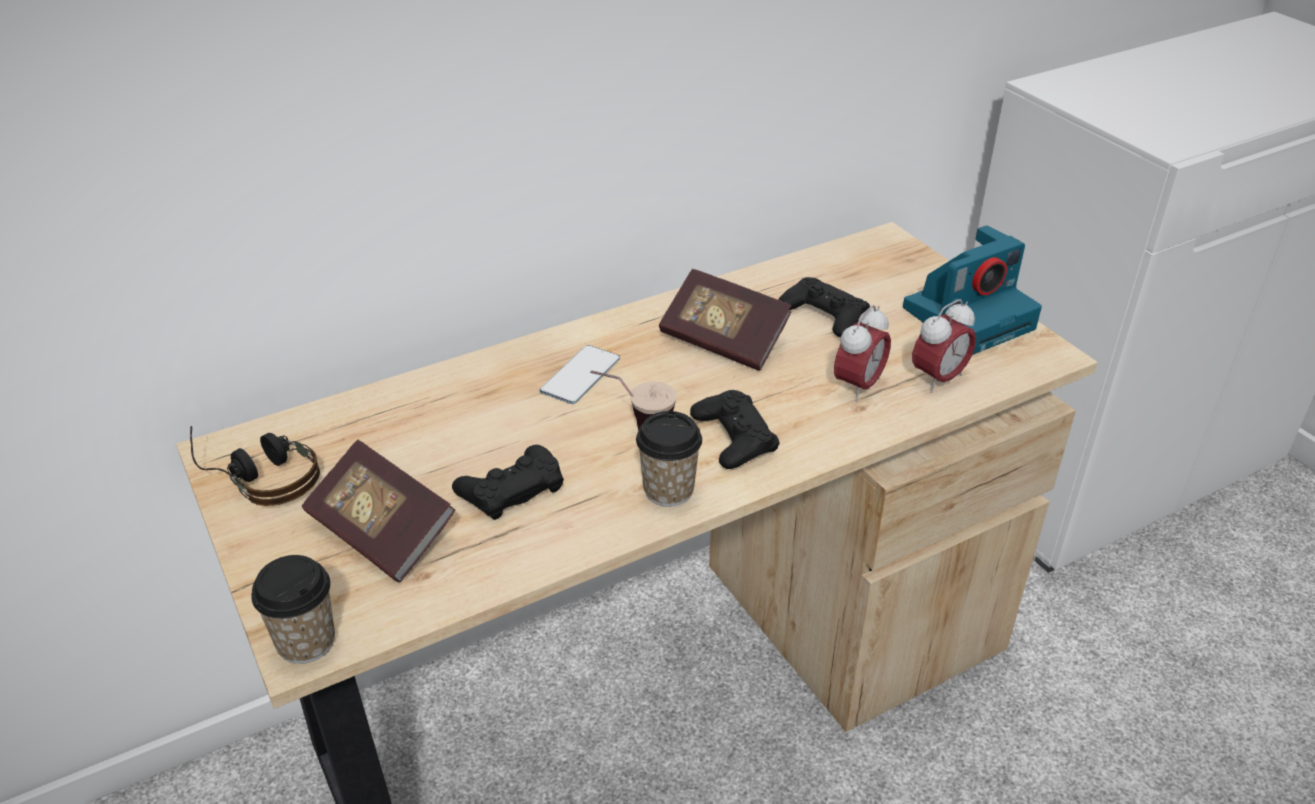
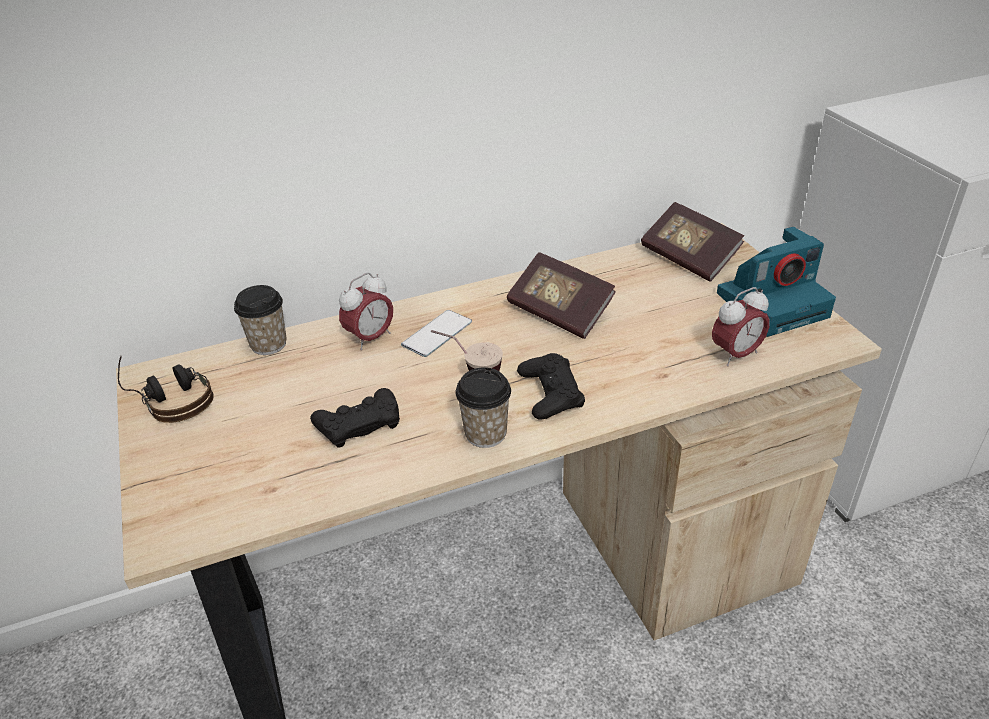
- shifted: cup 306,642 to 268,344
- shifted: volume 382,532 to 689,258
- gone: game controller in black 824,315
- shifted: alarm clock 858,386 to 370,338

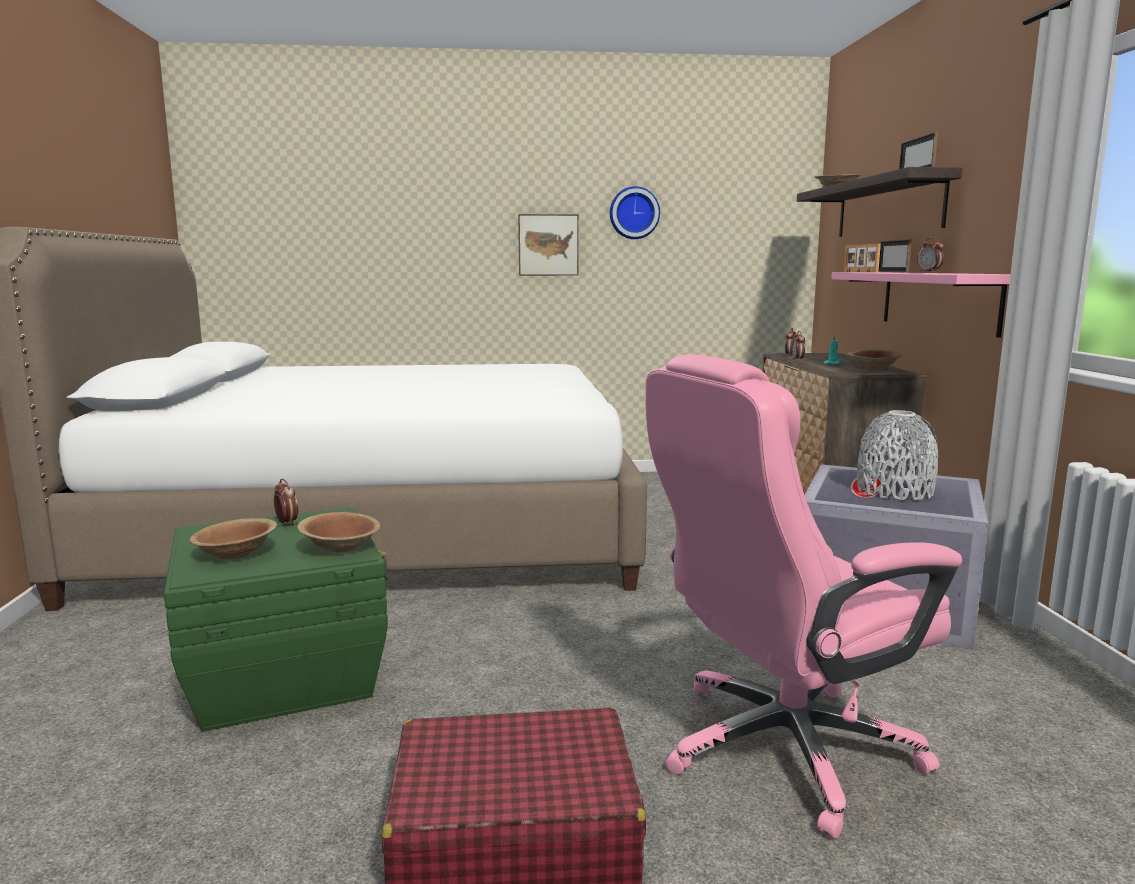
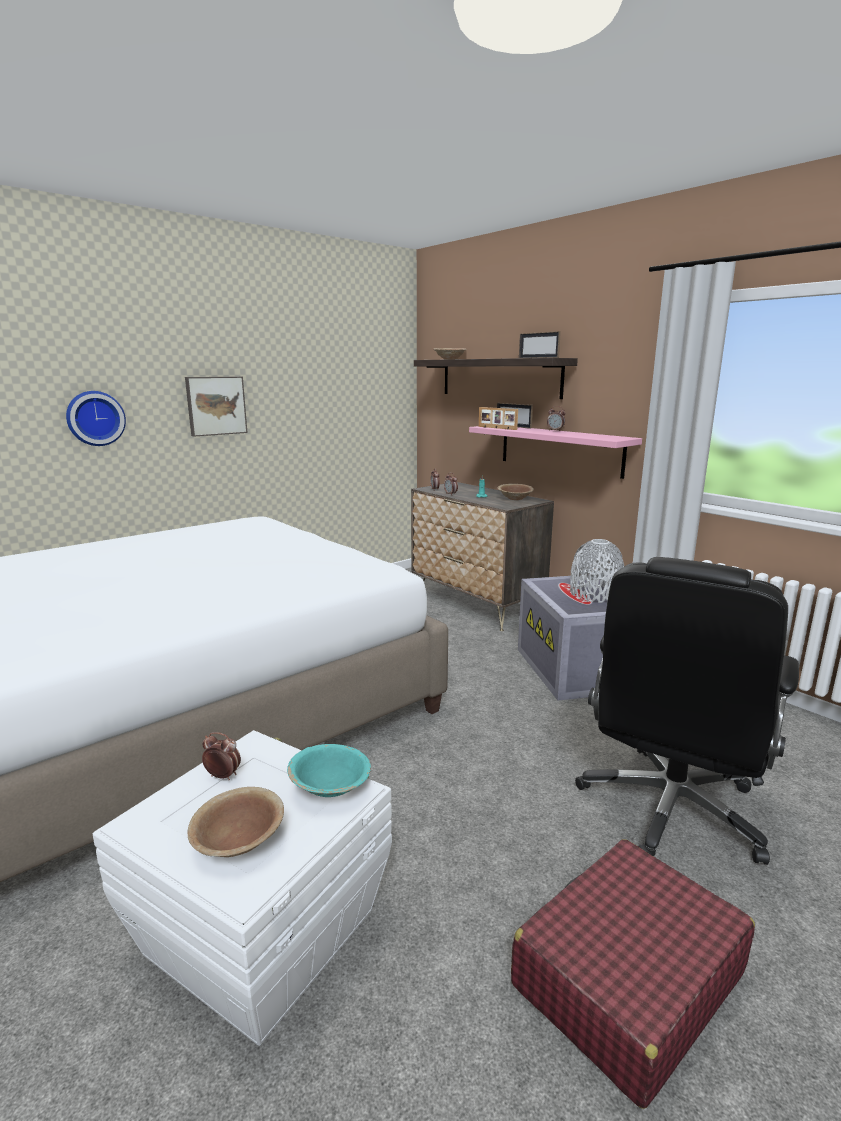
- repainted: storage box in greenish 286,675 to storage box in white 261,929
- repainted: deep dish in brown-coloured 341,547 to deep dish in blue-green 330,787
- shifted: hanging clock 634,213 to 95,418
- repainted: office chair in pink 782,749 to office chair in black 670,810

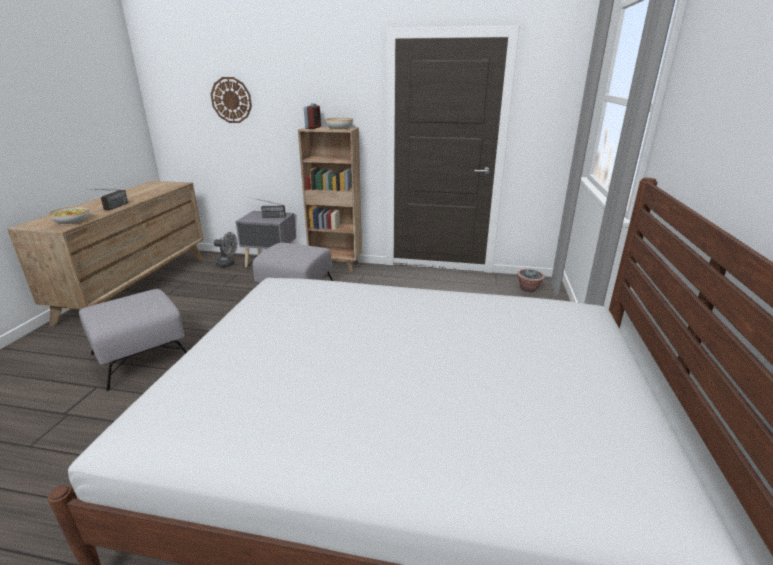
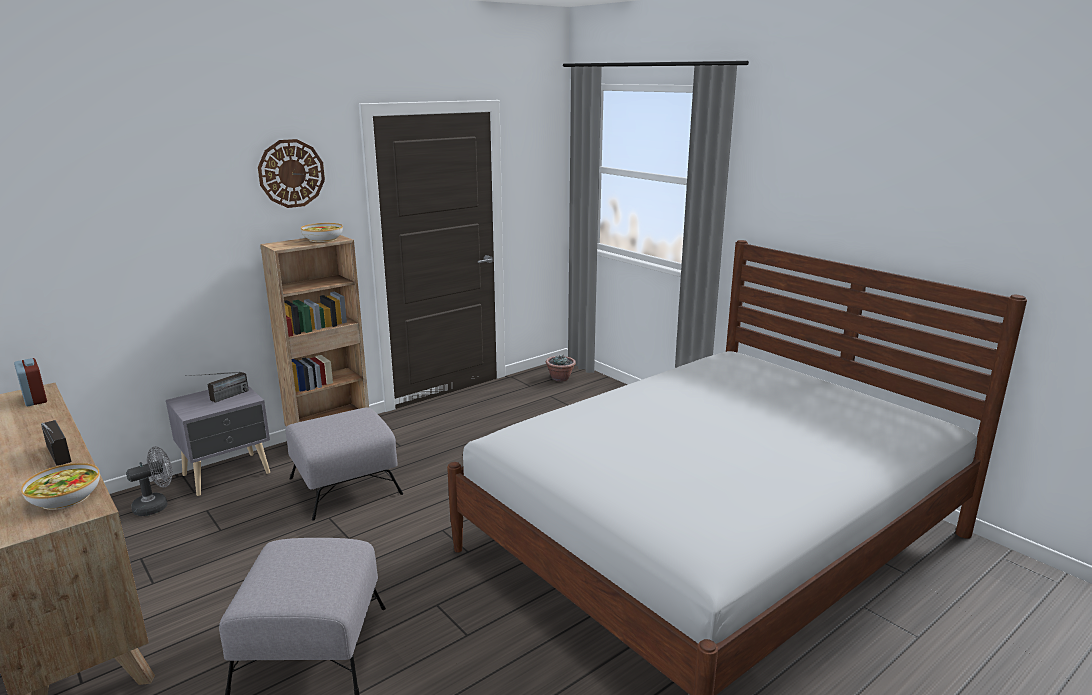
- shifted: hanging clock 231,100 to 291,173
- shifted: alarm clock 313,128 to 35,399

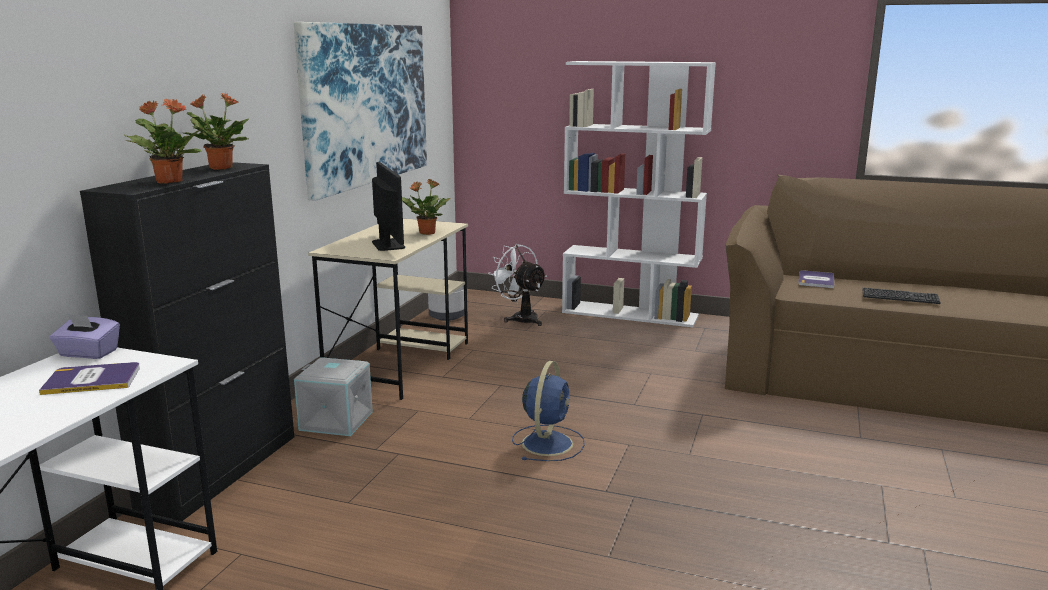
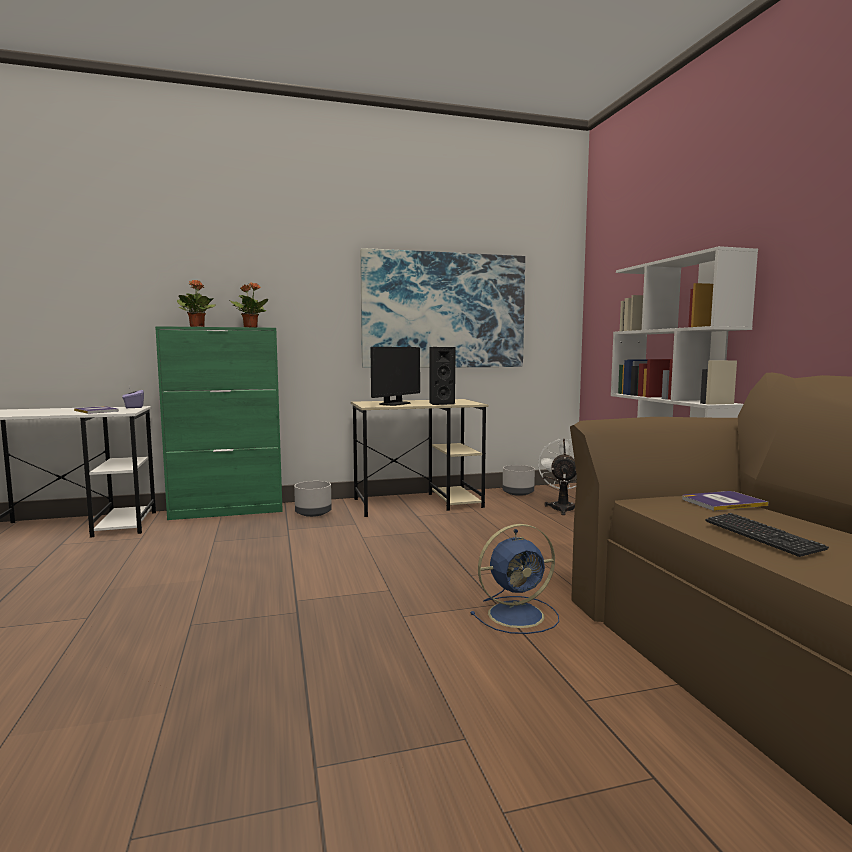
- repainted: cabinet in black 221,470 to cabinet in greenish 228,511
- swapped: storage box in gray 335,421 to planter in gray 313,513
- swapped: plant in a pot 426,233 to speaker in black 440,403
- shifted: electric fan in blue-coloured 548,442 to 518,614

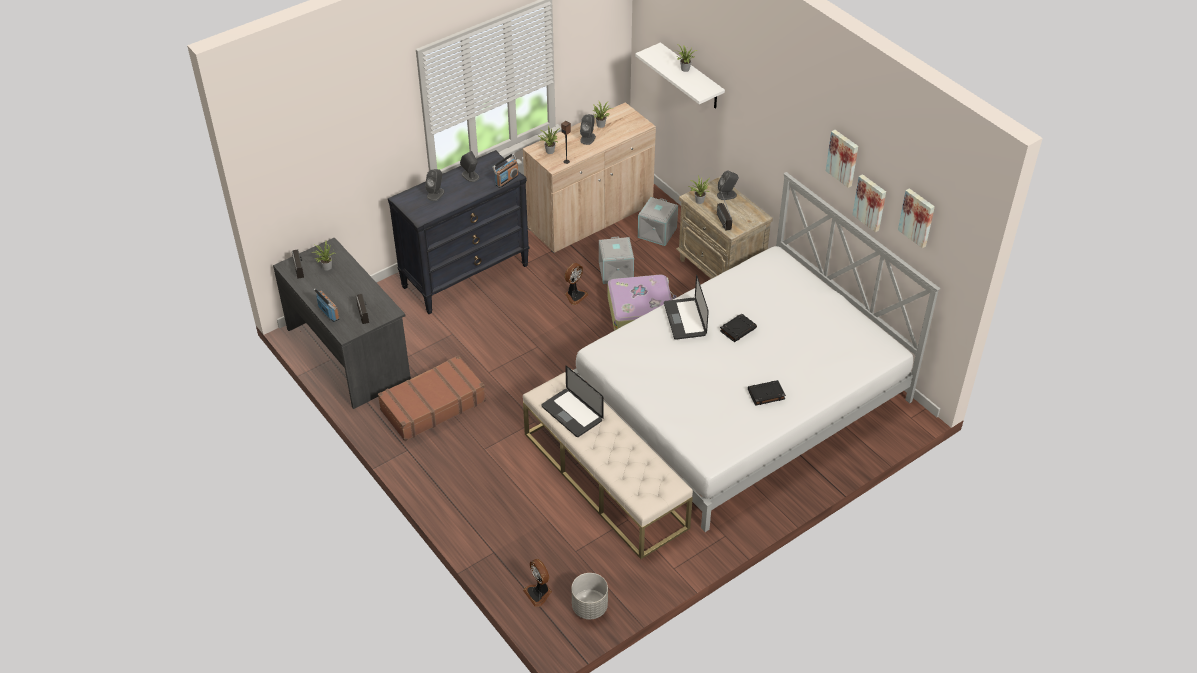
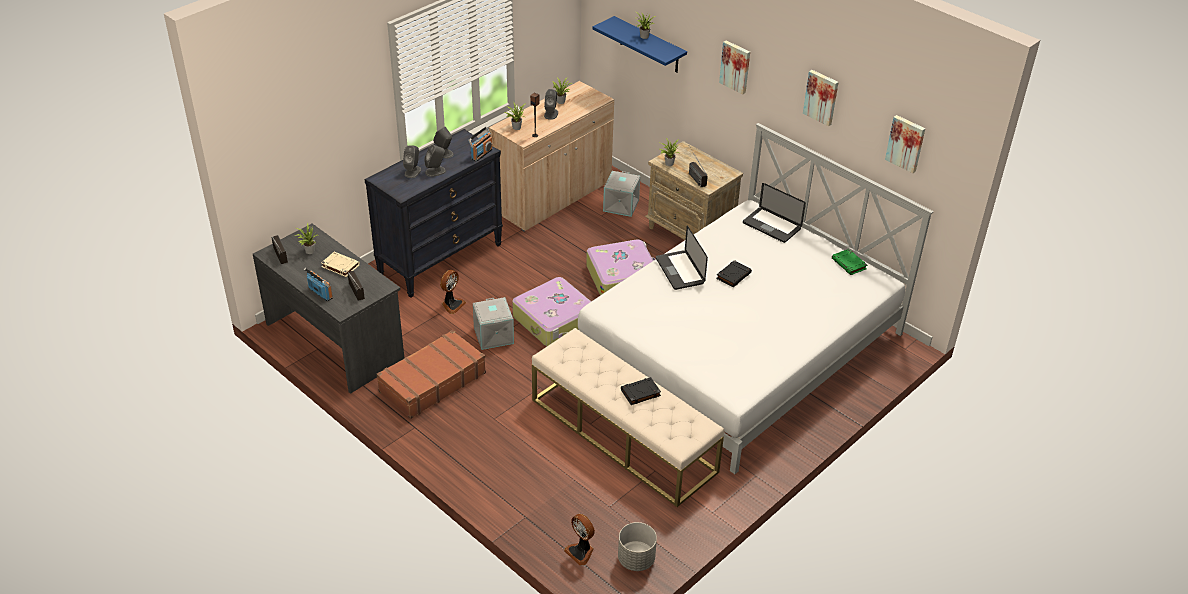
- shifted: notebook computer 572,413 to 771,226
- shifted: electric fan 575,295 to 452,304
- shifted: storage box in gray 615,271 to 493,335
- repainted: shelf in white 691,77 to shelf in blue-coloured 649,45
- shifted: speaker in gray 727,195 to 435,171
- shifted: volume in black 766,394 to 640,393
- shifted: wall art 870,202 to 735,66
- new: volume in beige-coloured 340,266
- new: piece of luggage 555,320
- new: volume in greenish 849,264

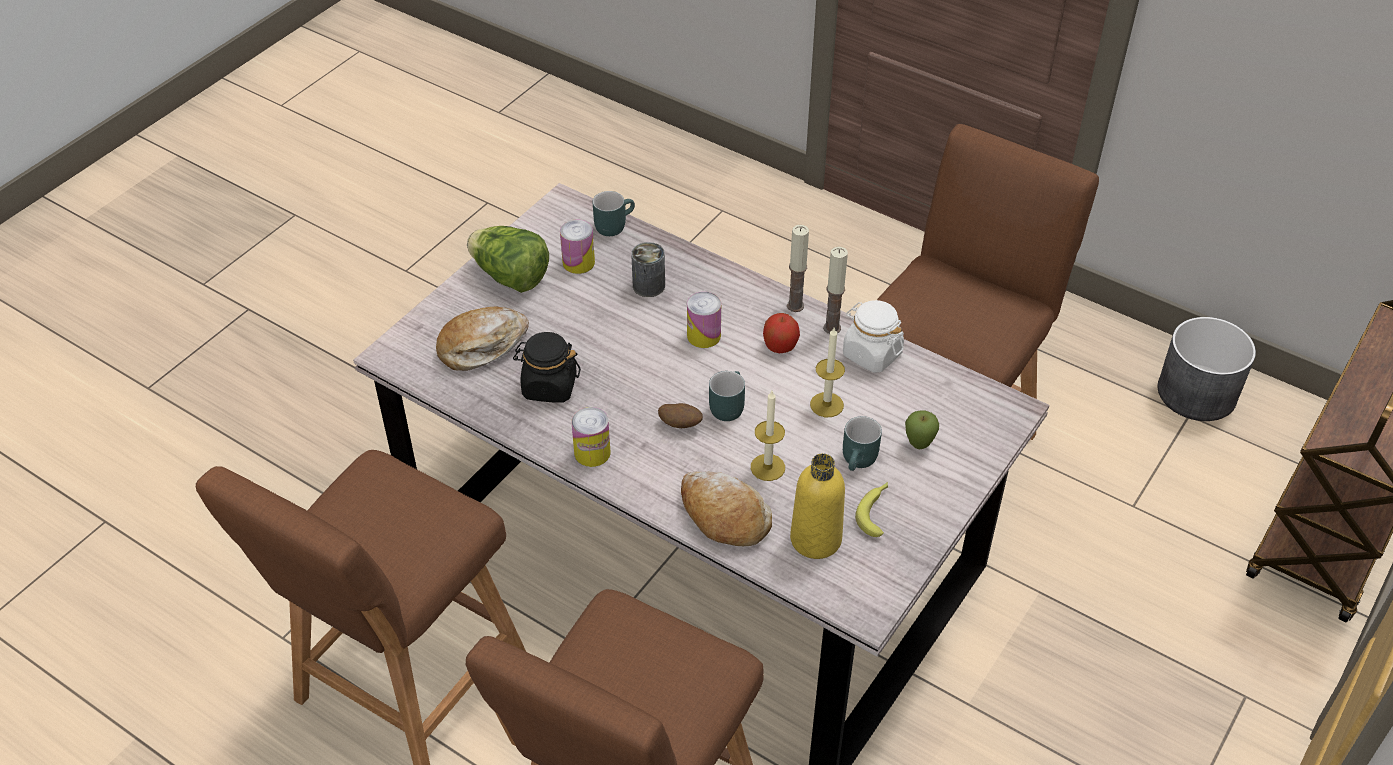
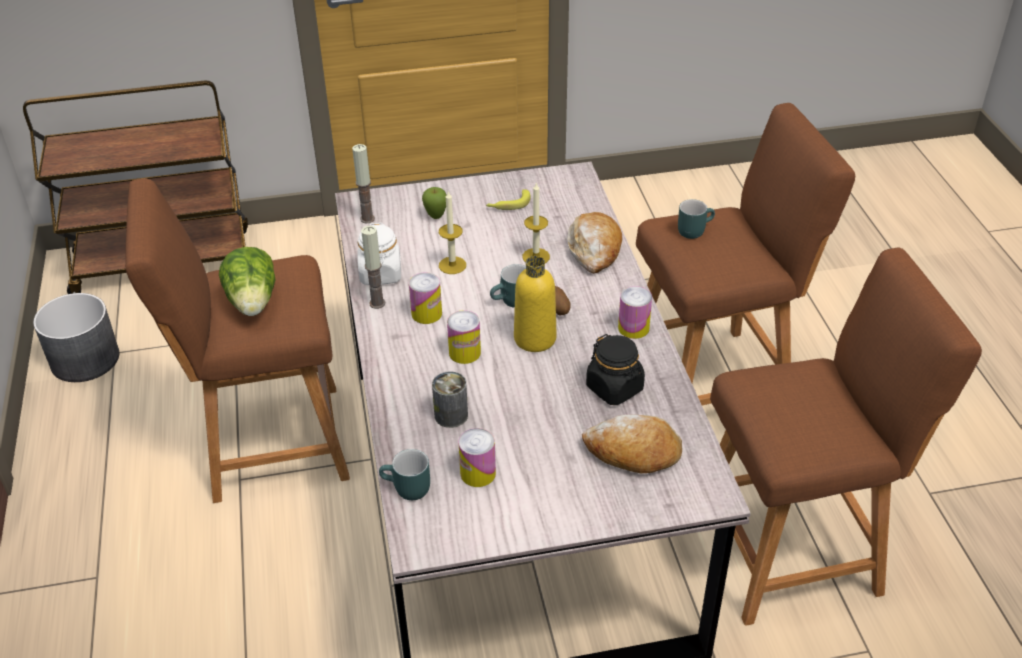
- shifted: lettuce head 510,277 to 253,302
- swapped: apple fruit 780,346 to sealed can 426,313
- shifted: wax light 795,306 to 367,219
- shifted: drink bottle in yellow-coloured 815,539 to 535,338
- shifted: tea mug in blue-green 860,461 to 693,229

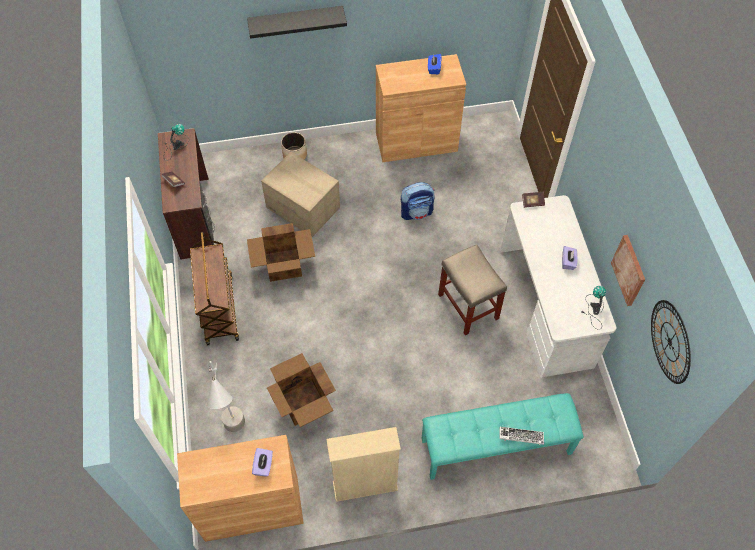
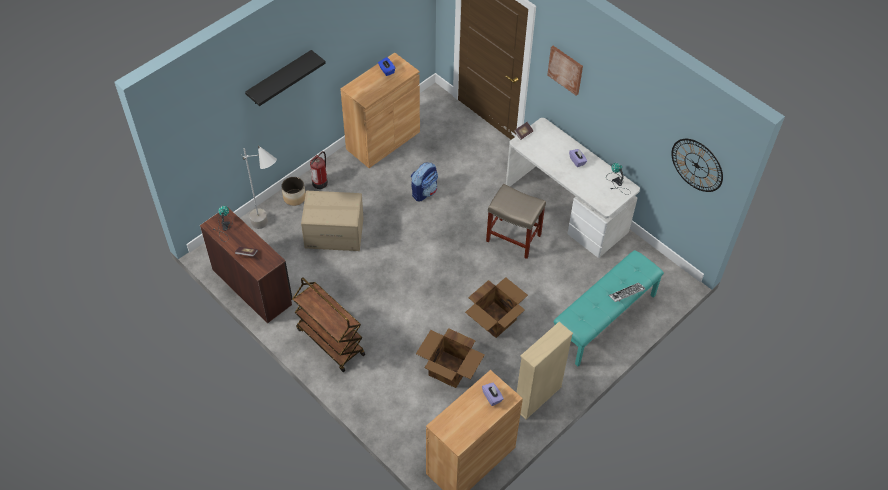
- shifted: standing lamp in gray 238,438 to 269,229
- shifted: cardboard box 284,265 to 495,319
- shifted: wall art 629,270 to 565,69
- new: extinguisher 320,182

